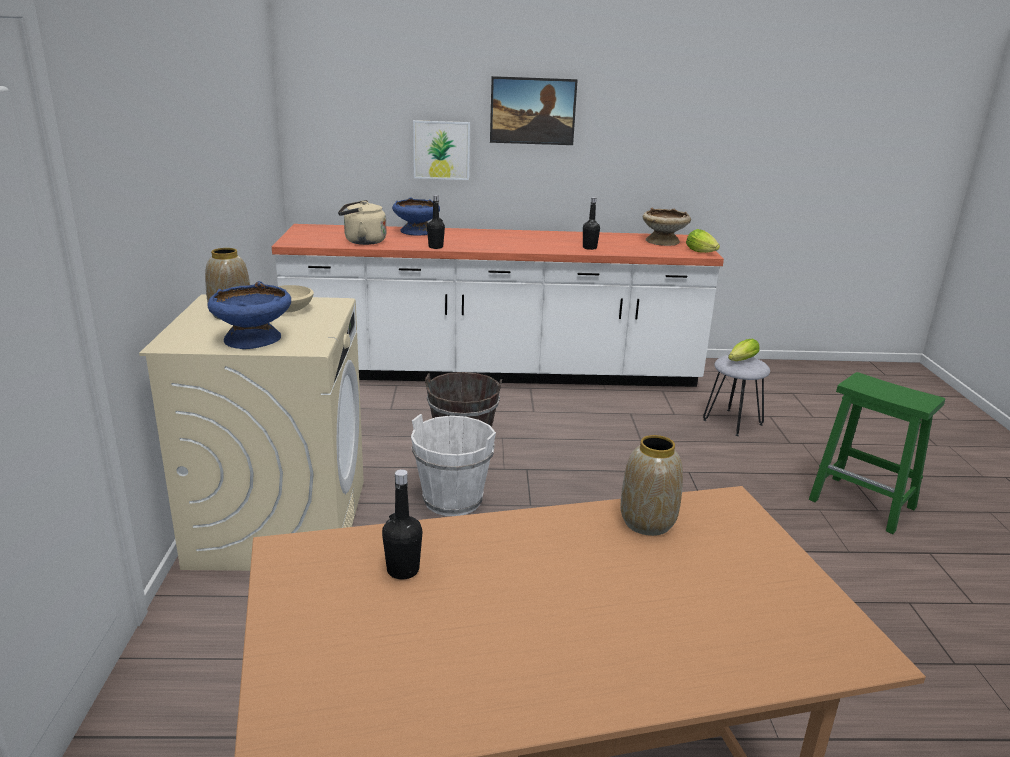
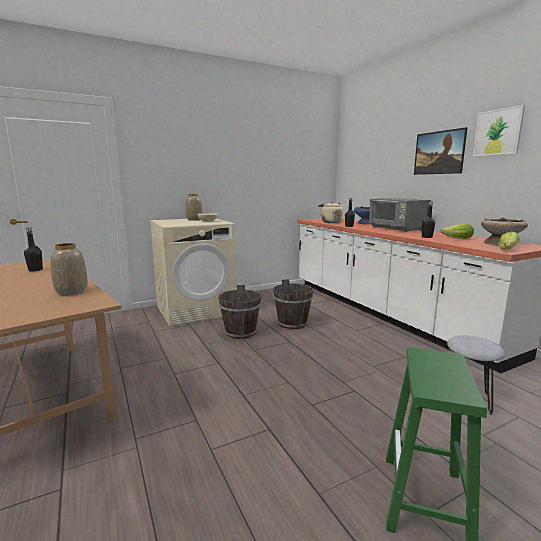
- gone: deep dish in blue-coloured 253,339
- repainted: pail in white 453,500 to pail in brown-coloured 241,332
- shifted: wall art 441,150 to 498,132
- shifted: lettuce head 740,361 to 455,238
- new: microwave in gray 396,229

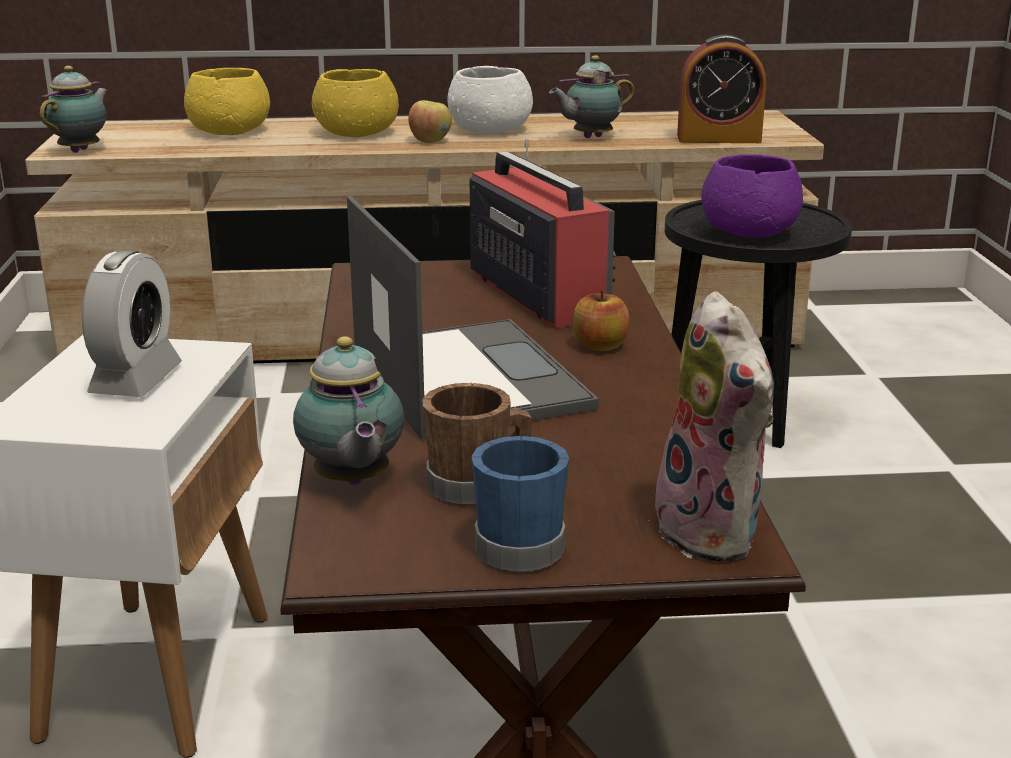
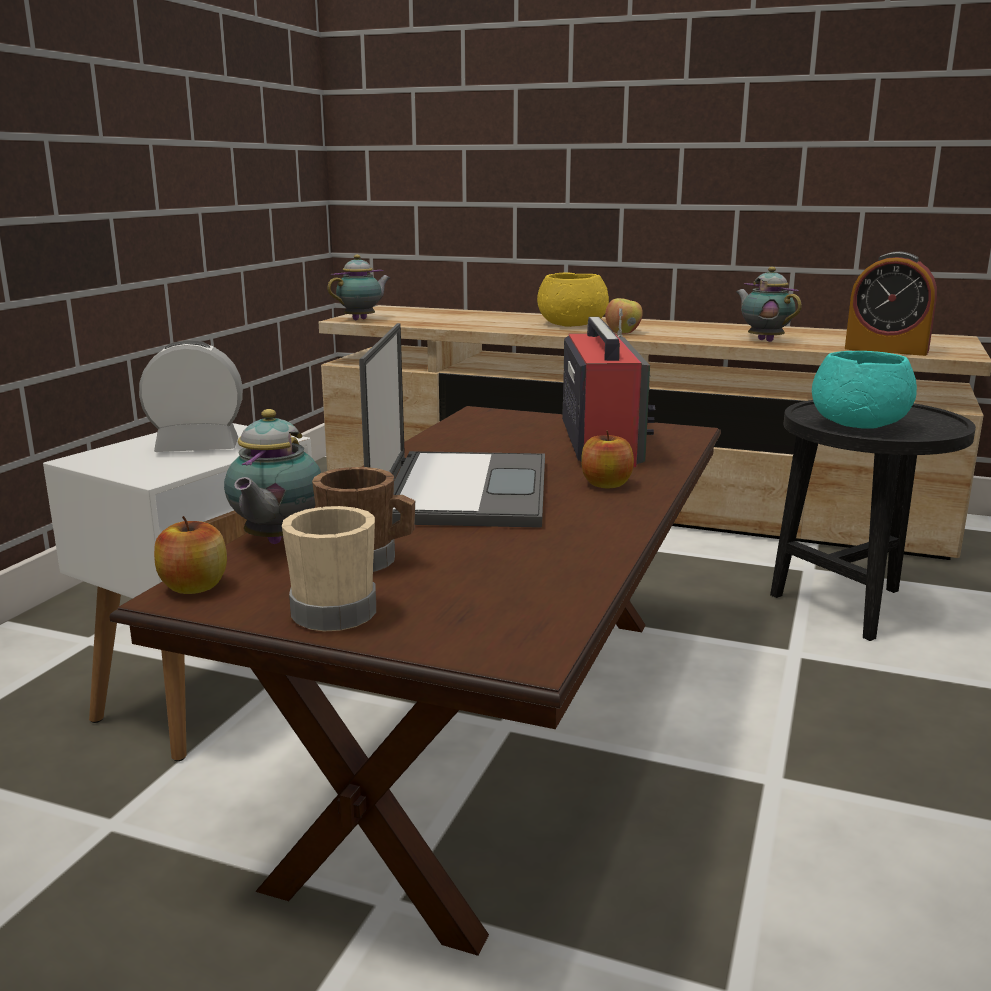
- rotated: alarm clock 136,380 = 197,447 135 degrees counterclockwise
- gone: deep dish in yellow-coloured 229,131
- gone: deep dish in white 490,130
- repainted: tea mug in blue-coloured 515,543 to tea mug in beige-coloured 336,608
- rotated: teapot 589,137 = 763,340 60 degrees clockwise
- gone: soft toy 715,532
- repainted: deep dish in purplish 748,231 to deep dish in blue-green 858,423
- new: apple fruit 194,587

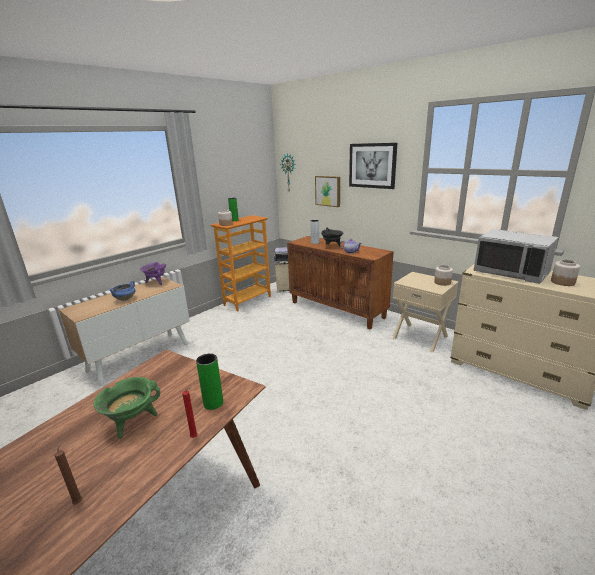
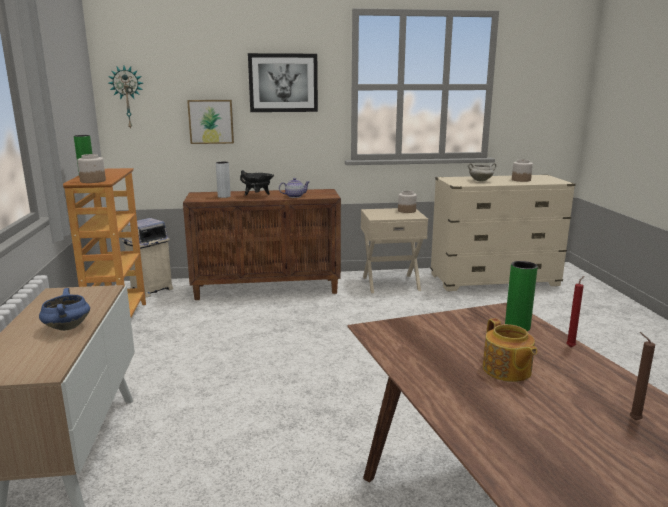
- swapped: saucepot in greenish 132,422 to teapot 506,370
- gone: saucepot in purplish 156,282
- swapped: microwave in gray 511,272 to saucepot in white 480,181

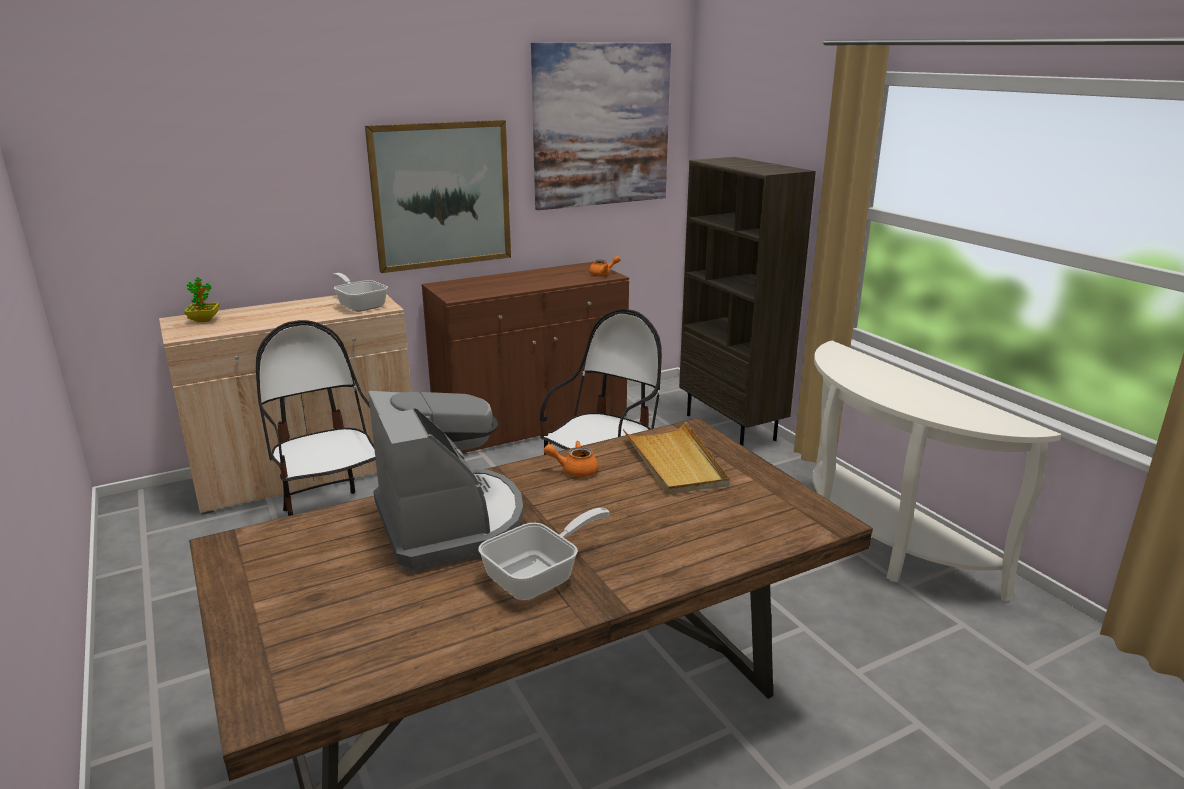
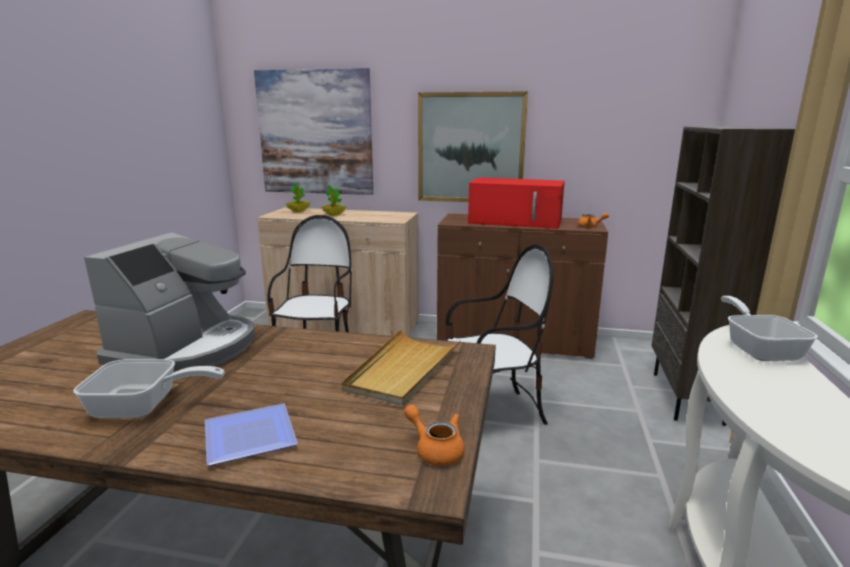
- shifted: skillet 360,305 to 759,348
- shifted: wall art 601,125 to 315,133
- shifted: teapot in orangey 574,470 to 435,450
- new: flat dish 247,439
- new: plant in a pot 334,215
- new: microwave in red-coloured 516,221

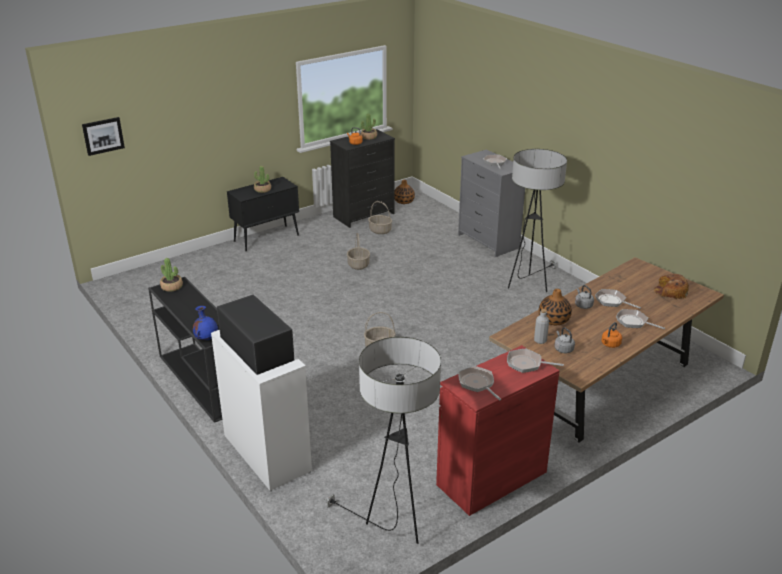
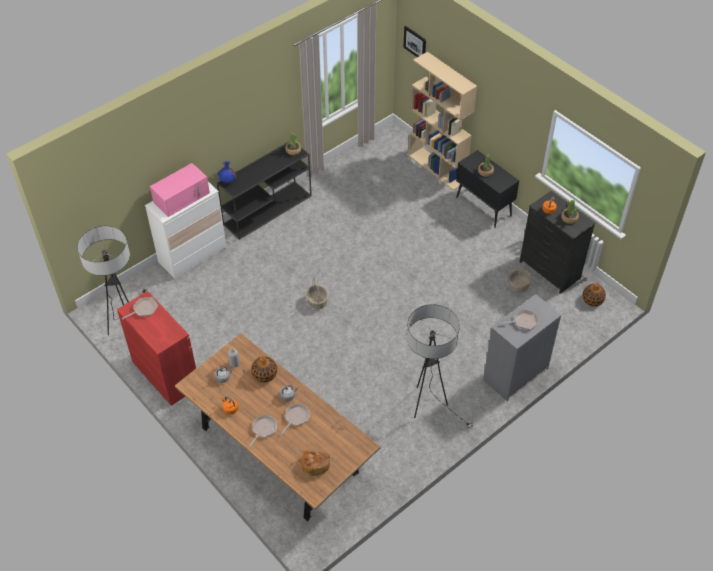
- repainted: microwave in black 255,347 to microwave in pink 182,197
- gone: basket 358,265
- gone: skillet 527,364
- new: shelving unit in beige-coloured 437,168

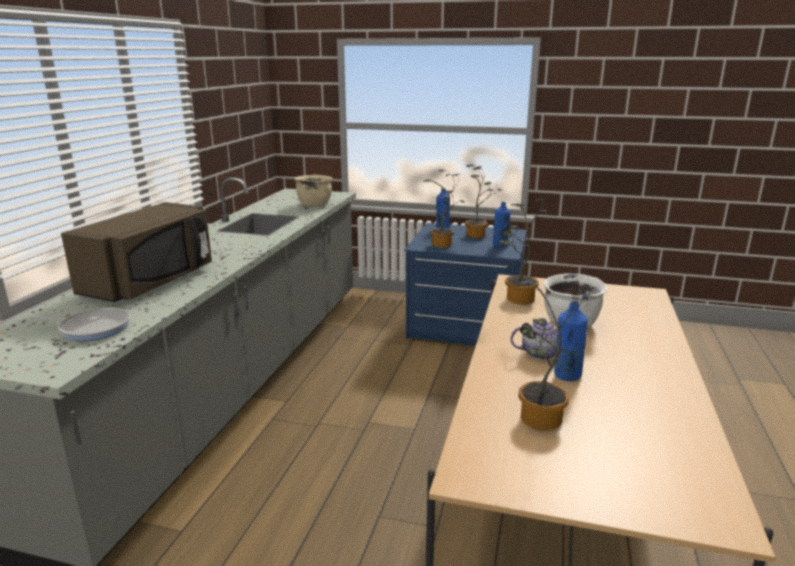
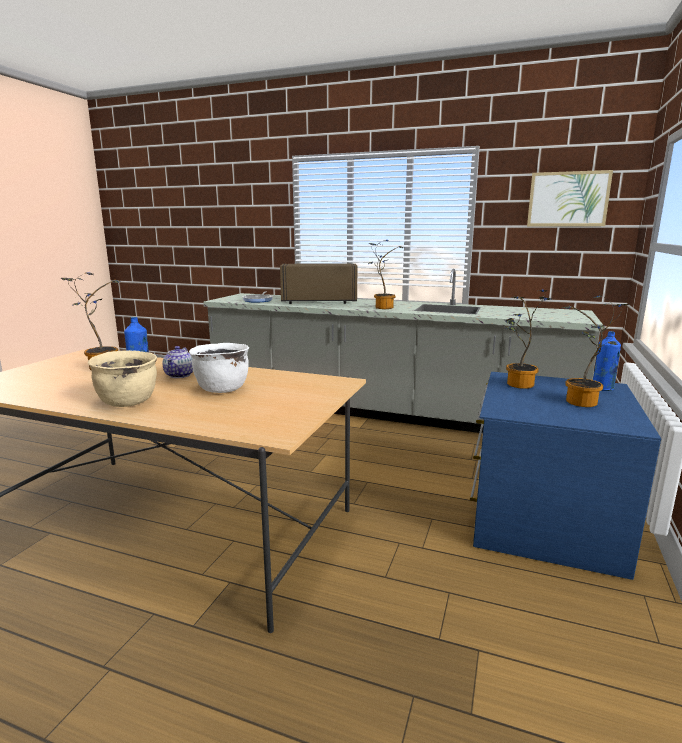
- rotated: microwave in brown-coloured 152,281 = 319,301 150 degrees clockwise
- shifted: saucepot in beige-coloured 314,205 to 128,402
- gone: drink bottle in blue-coloured 500,245
- shifted: plant in a pot 517,300 to 382,307
- new: wall art 568,199

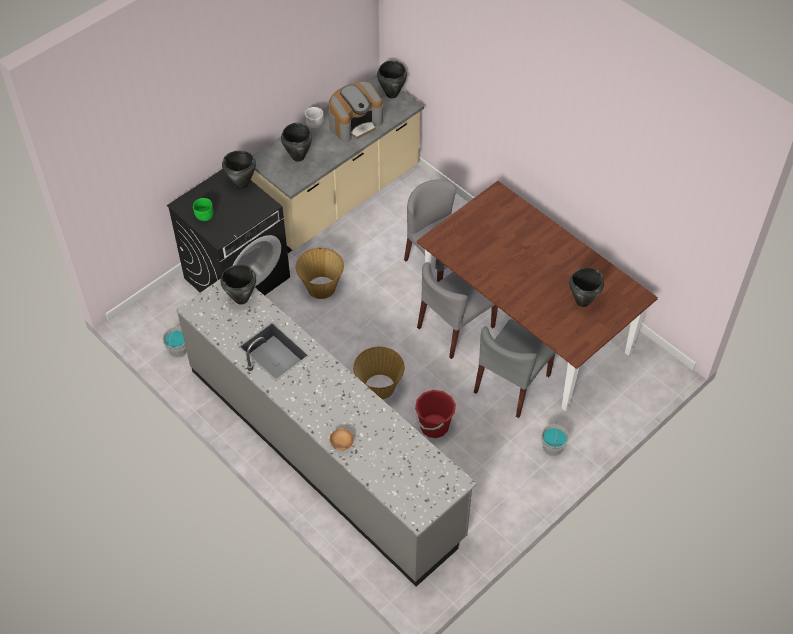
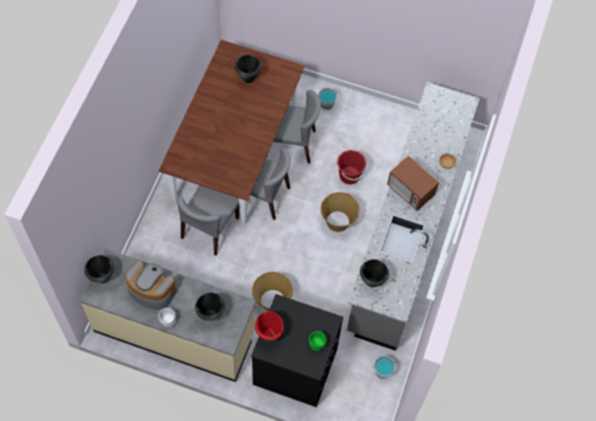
- repainted: saucepot in black 242,184 to saucepot in red-coloured 269,334
- new: microwave 410,191

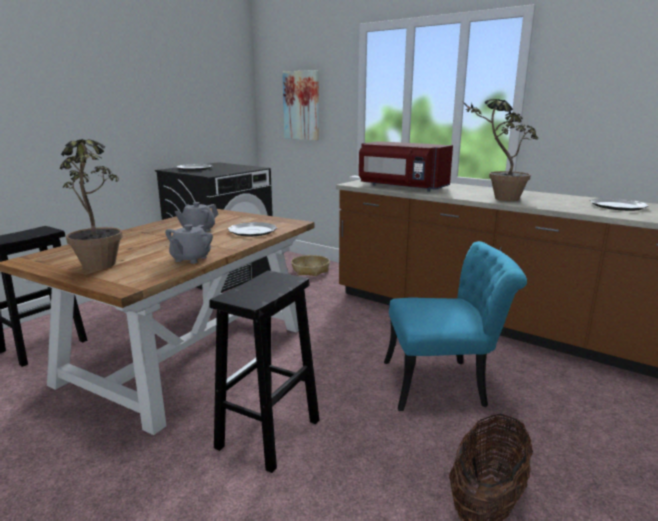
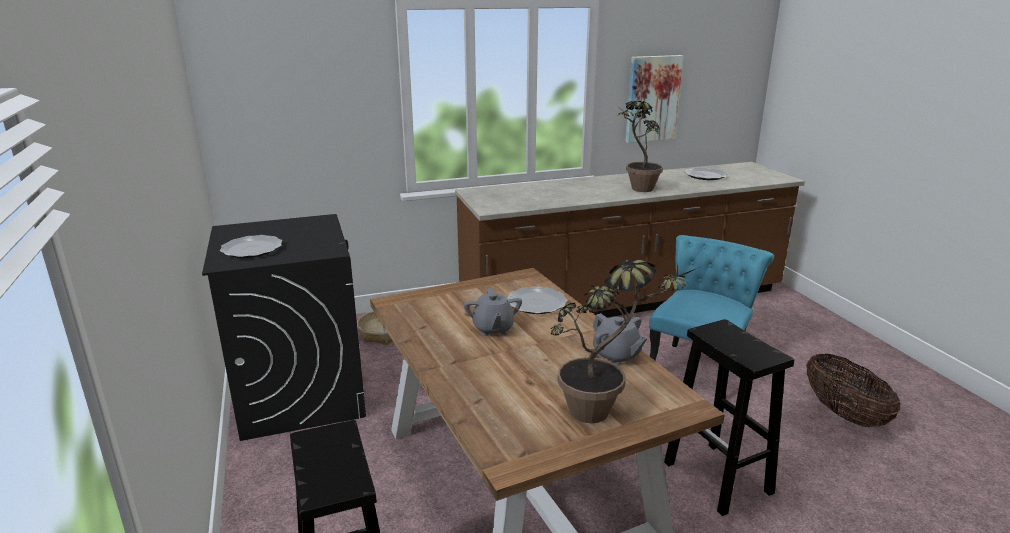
- shifted: wall art 301,105 to 652,99
- gone: microwave in red-coloured 401,187

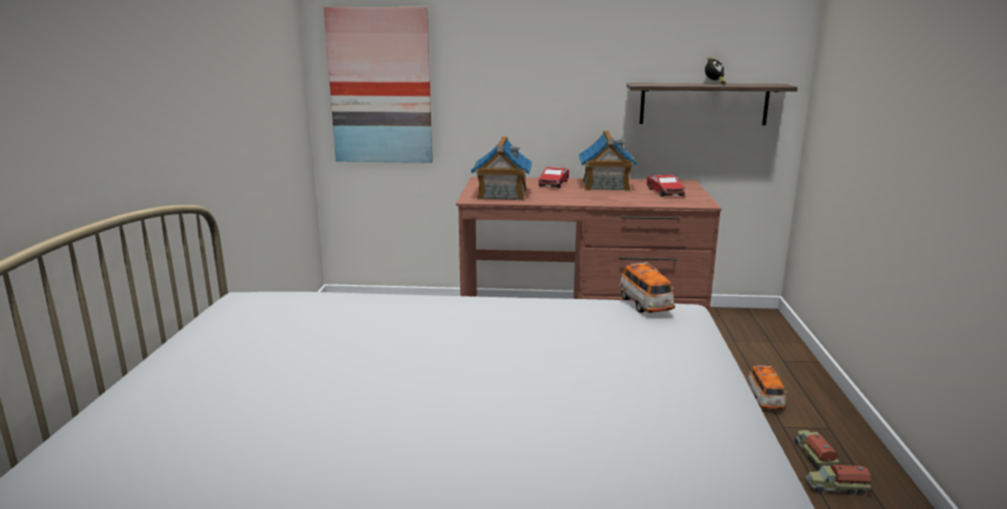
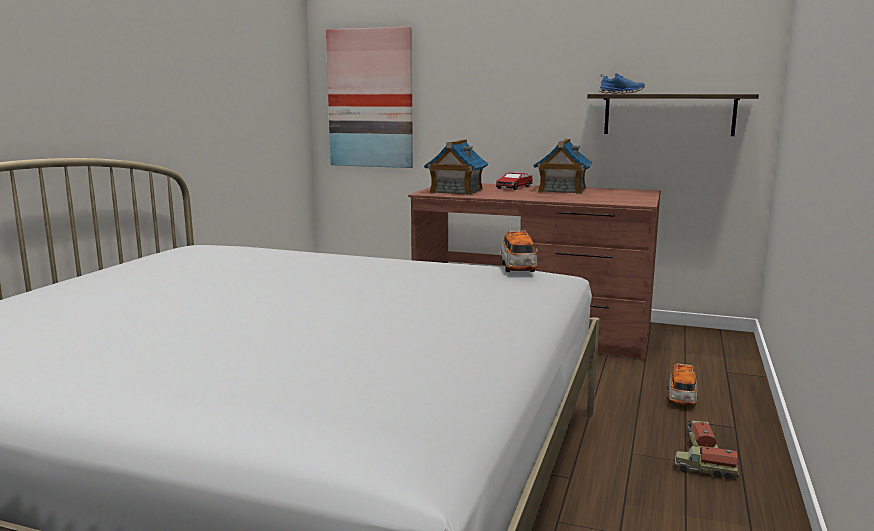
- gone: model car 665,192
- gone: alarm clock 714,83
- new: shoe in blue-coloured 621,93

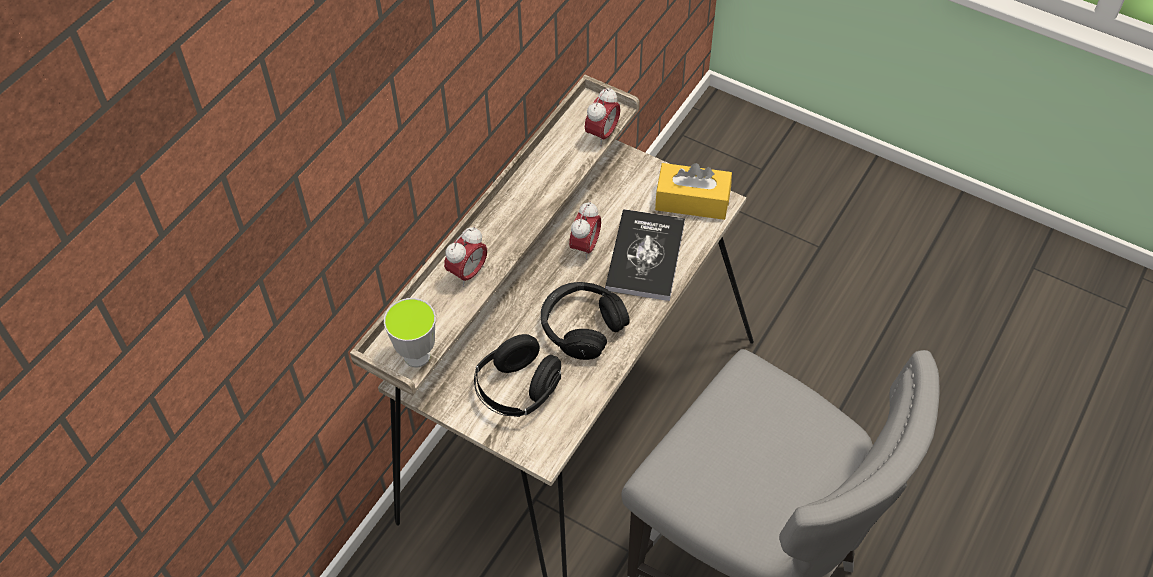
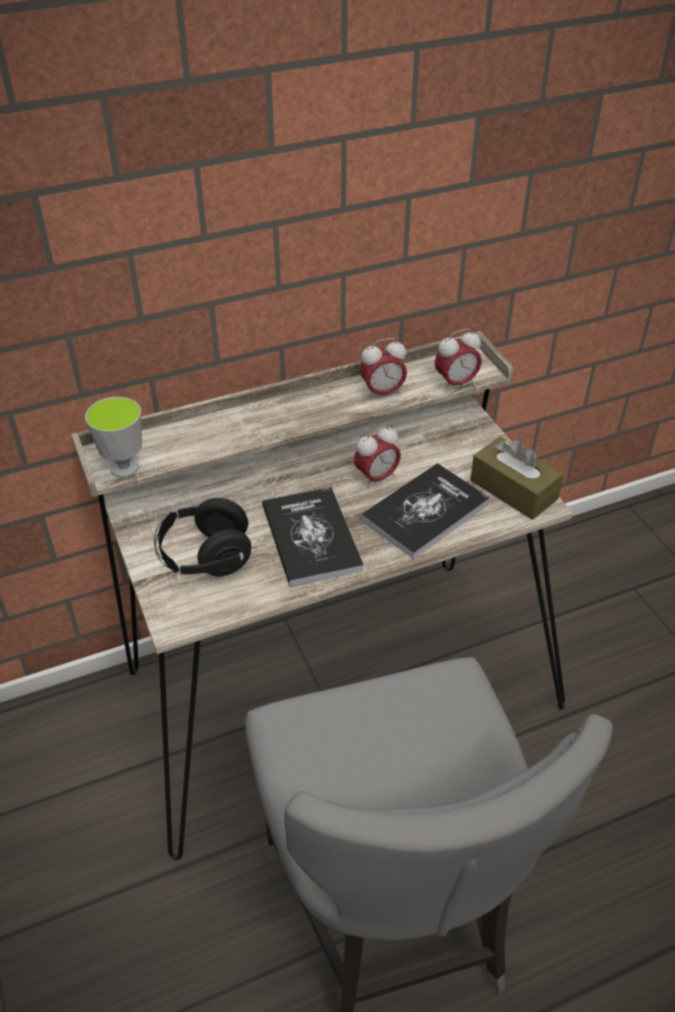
- shifted: alarm clock 468,273 to 382,392
- swapped: headphones in black 582,326 to volume 311,537
- repainted: tissue box in yellow-coloured 692,201 to tissue box in brown-coloured 513,490

